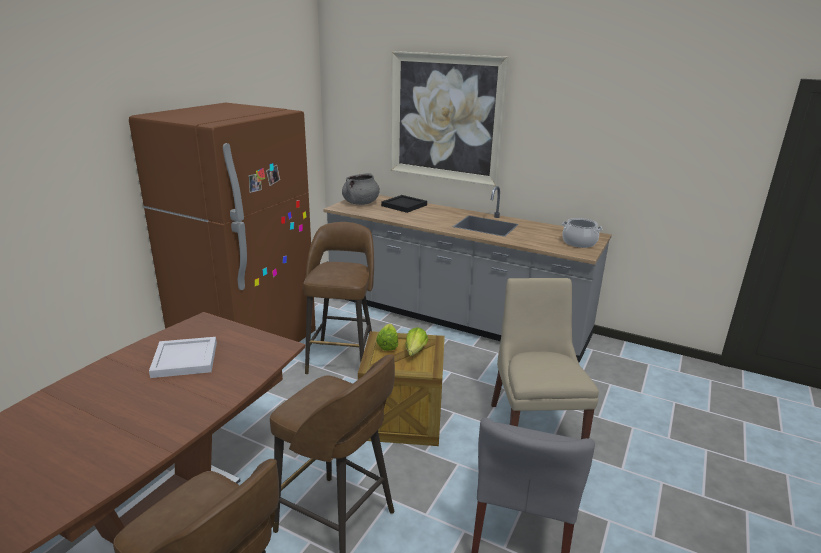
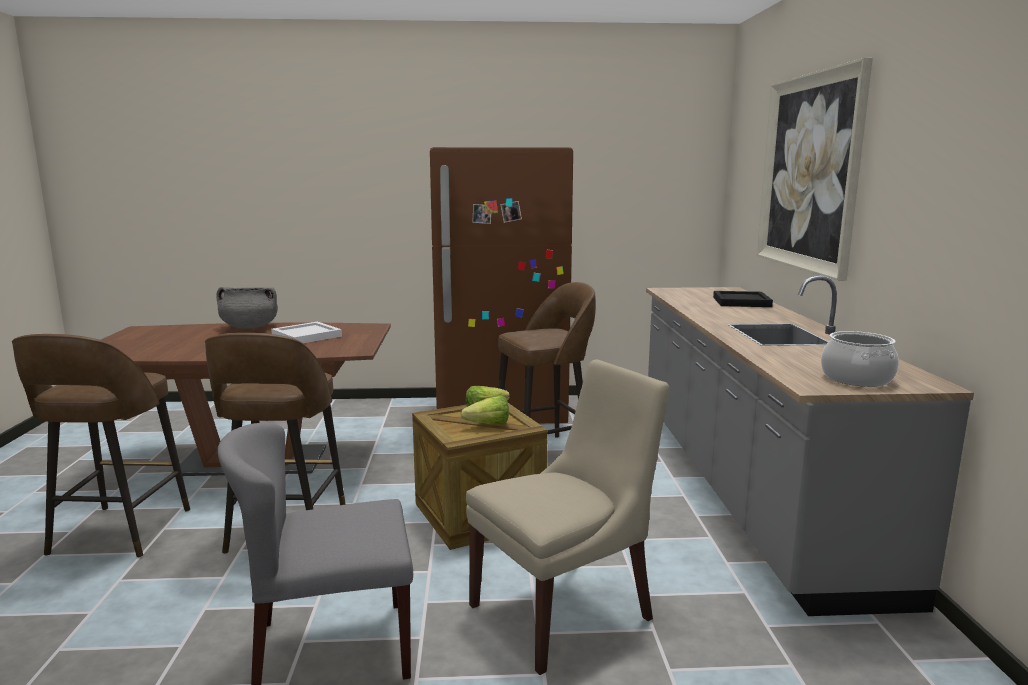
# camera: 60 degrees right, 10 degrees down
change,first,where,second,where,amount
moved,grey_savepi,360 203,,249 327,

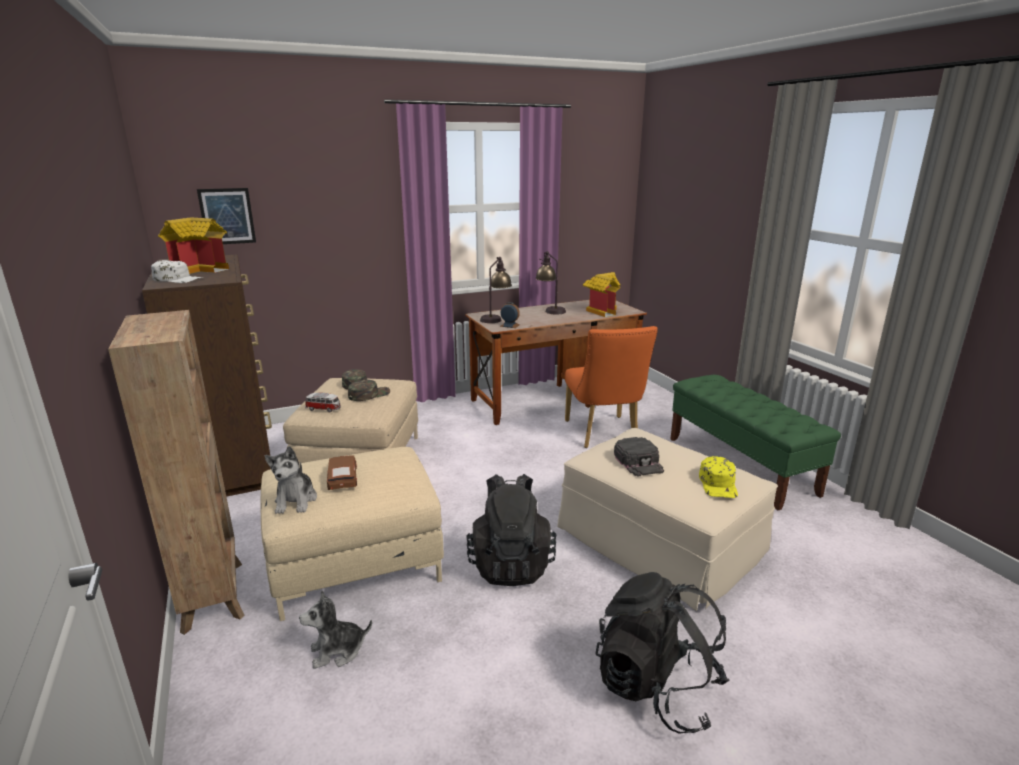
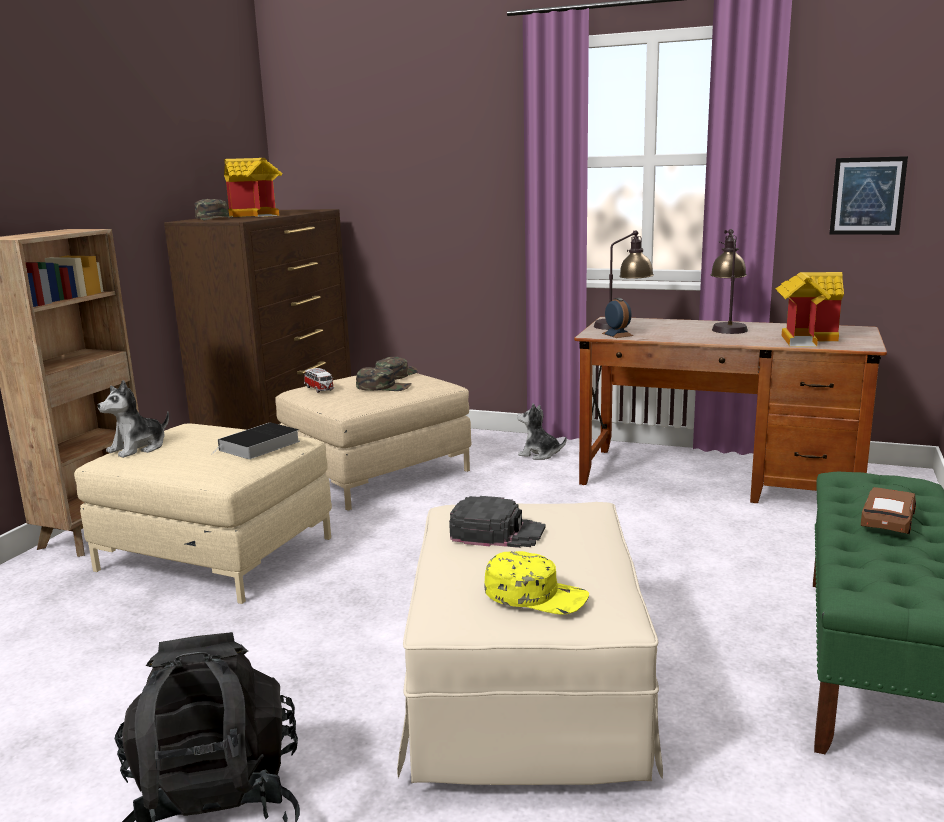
# camera: 45 degrees right, 5 degrees down
change,first,where,second,where,amount
recoloured,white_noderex,178 279,green_noderex,215 218,
moved,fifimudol,227 216,,867 196,
moved,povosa,337 651,,539 454,
moved,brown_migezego,342 478,,887 520,
removed,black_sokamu,510 564,,,
removed,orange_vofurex,603 435,,,
turned,black_noderex,639 462,,497 532,105 degrees counterclockwise
turned,yellow_noderex,718 484,,536 594,120 degrees counterclockwise
added,,,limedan,258 446,

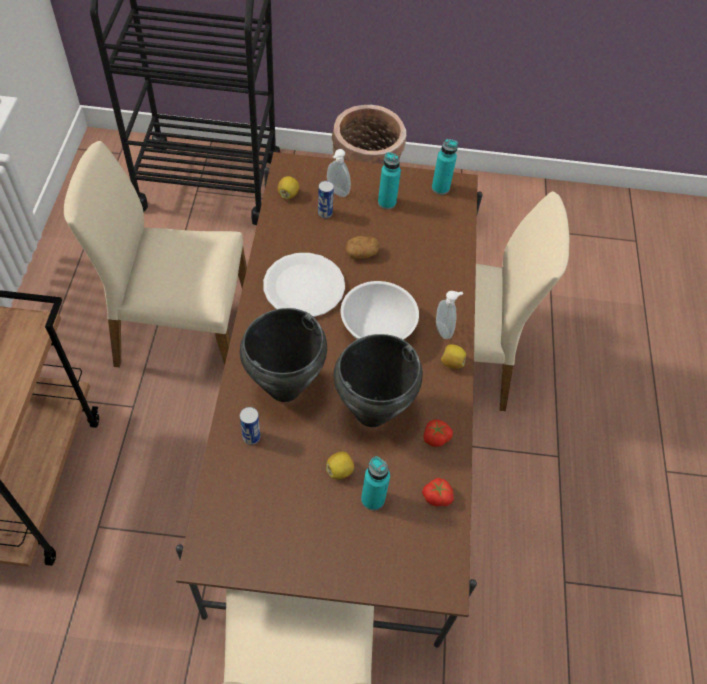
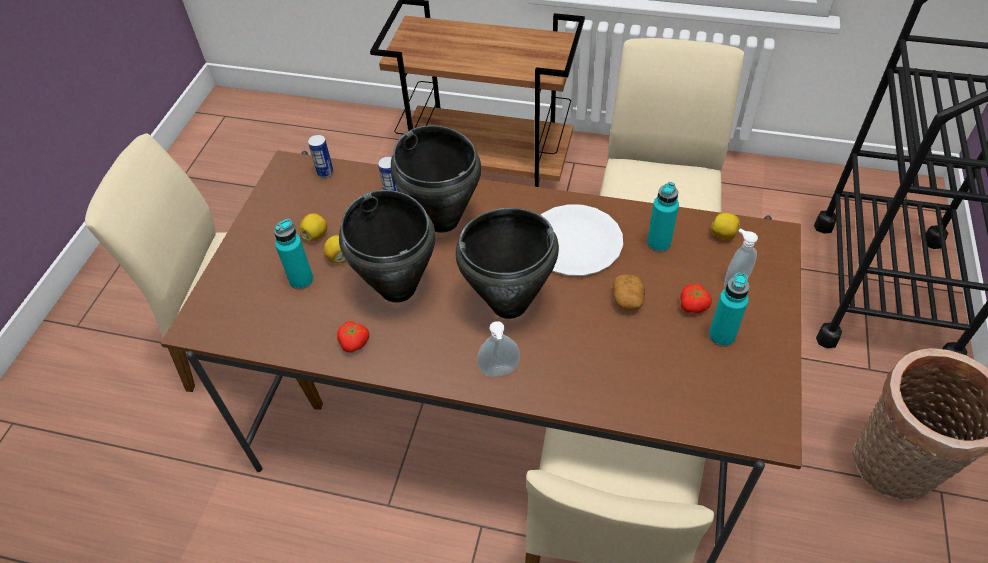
# camera: 105 degrees right, 5 degrees down
change,first,where,second,where,amount
moved,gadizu,325 213,,325 173,
replaced,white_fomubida,377 328,black_savepi,510 304,
moved,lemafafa,437 495,,694 305,
moved,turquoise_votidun,440 188,,658 243,
moved,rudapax,451 362,,316 235,

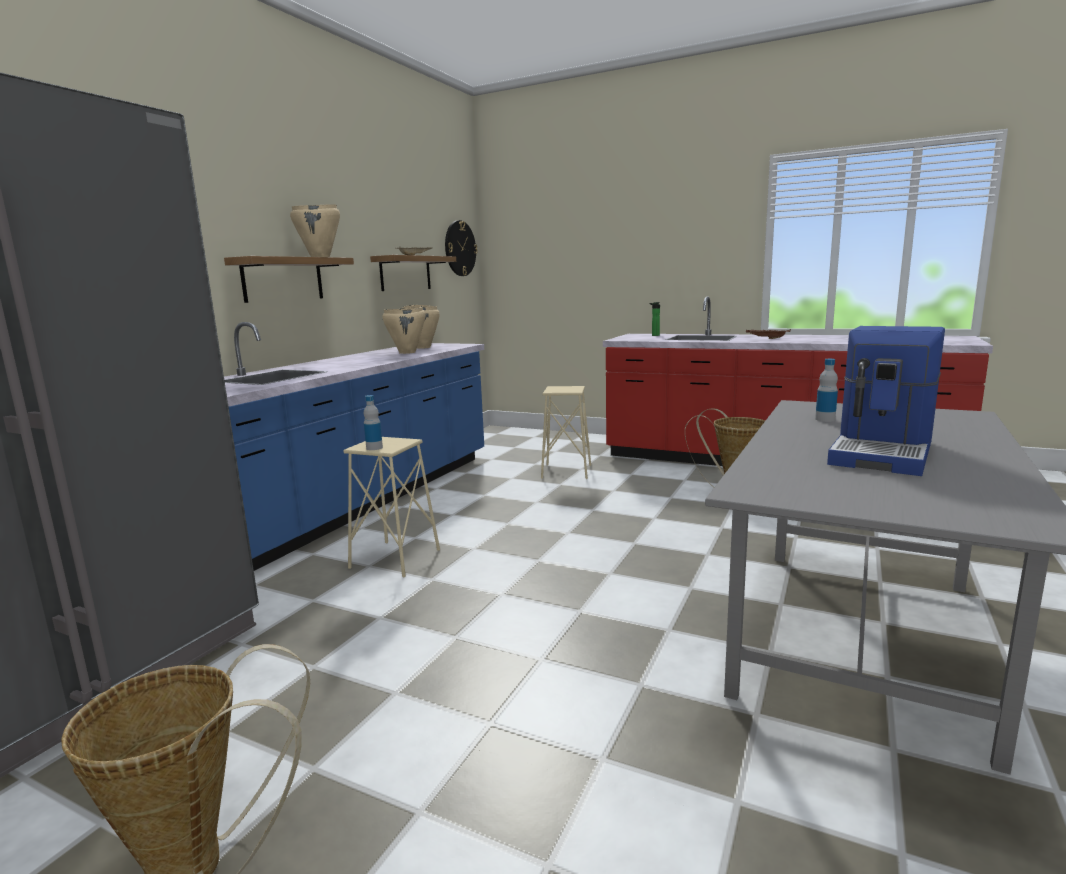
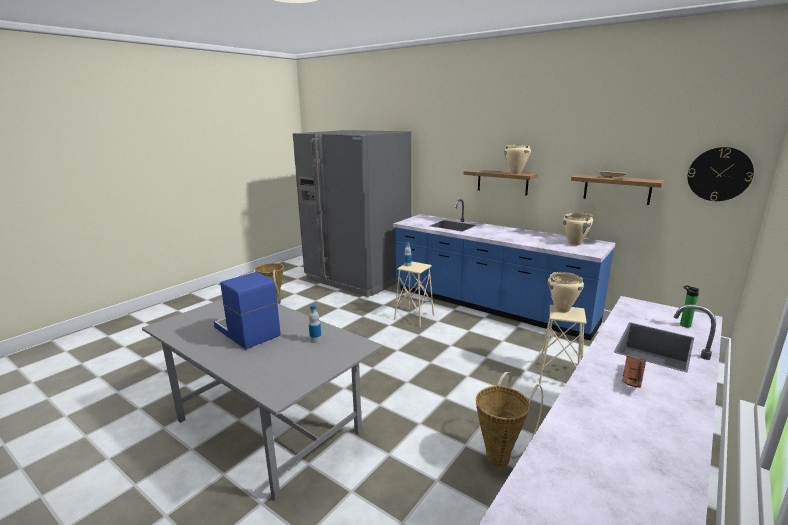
# camera: 100 degrees right, 5 degrees up
change,first,where,second,where,amount
moved,beige_savepi,407 352,,562 310,

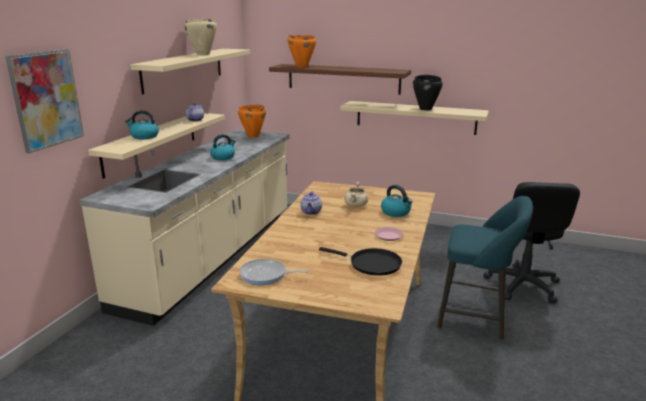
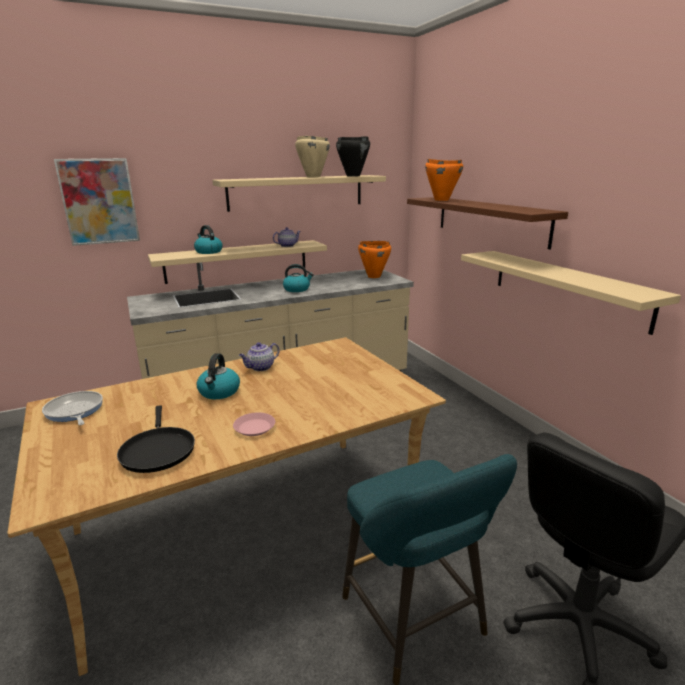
# camera: 45 degrees right, 0 degrees up
change,first,where,second,where,amount
removed,beige_savepi,356 205,,,
moved,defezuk,396 212,,219 392,
moved,black_savepi,425 109,,353 176,

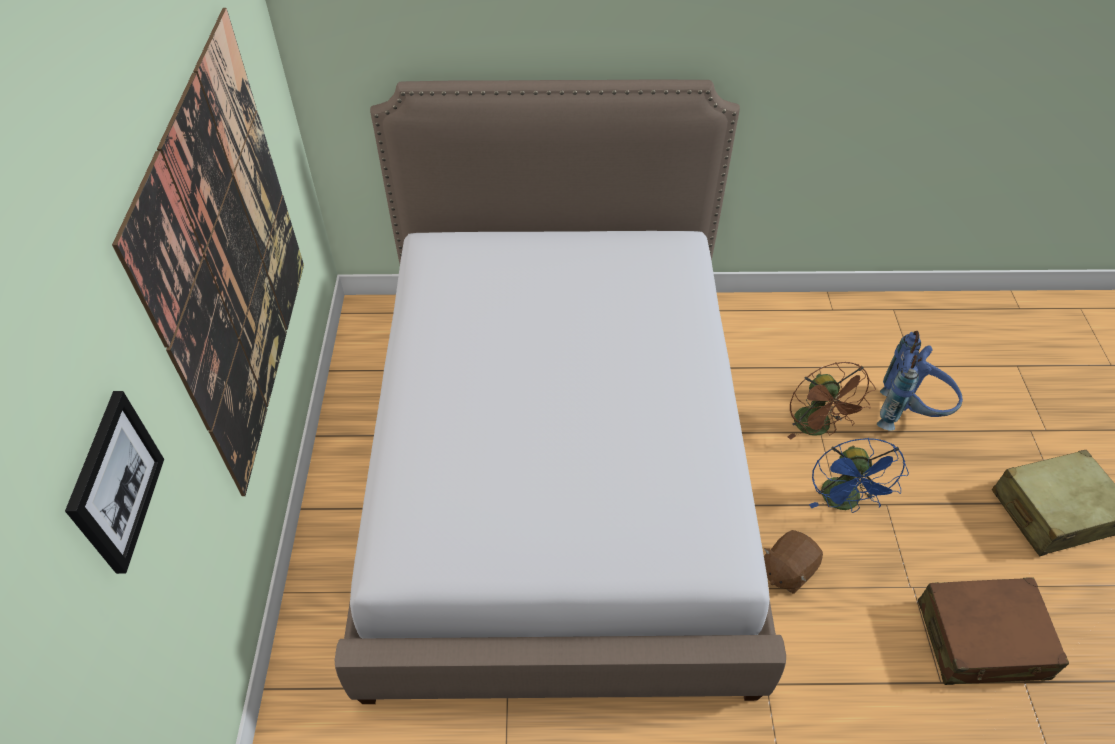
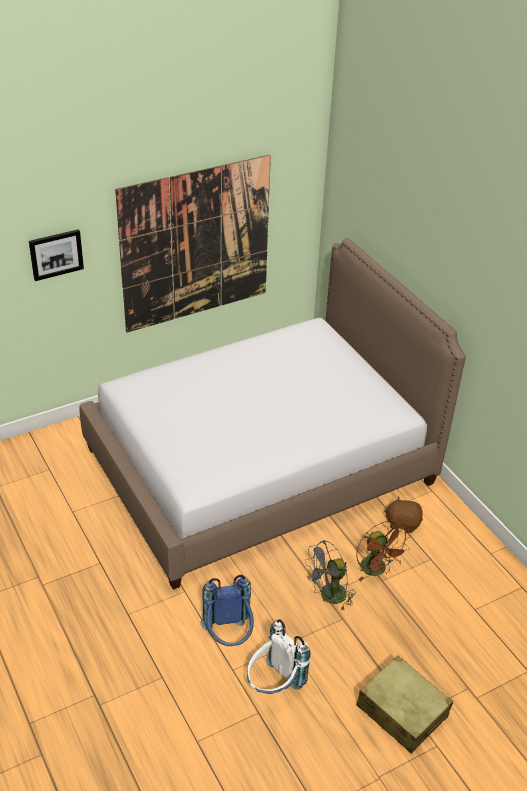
# camera: 60 degrees right, 10 degrees down
change,first,where,second,where,amount
moved,brown_povosa,787 570,,403 523,
turned,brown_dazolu,817 428,,377 570,75 degrees counterclockwise
recoloured,blue_dazolu,844 502,grey_dazolu,328 597,
moved,blue_sokamu,909 413,,229 637,
replaced,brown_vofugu,981 640,white_sokamu,274 685,

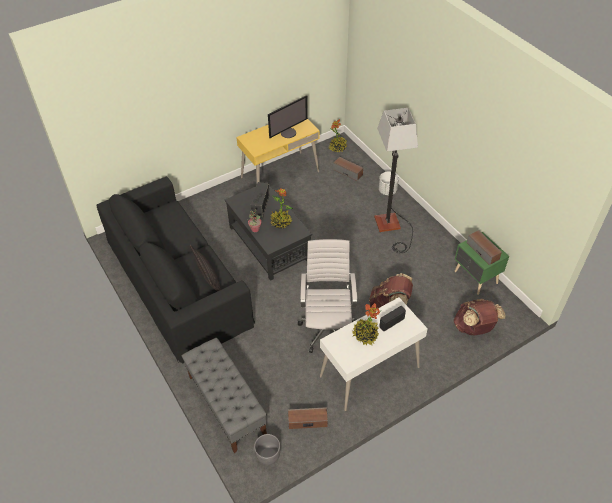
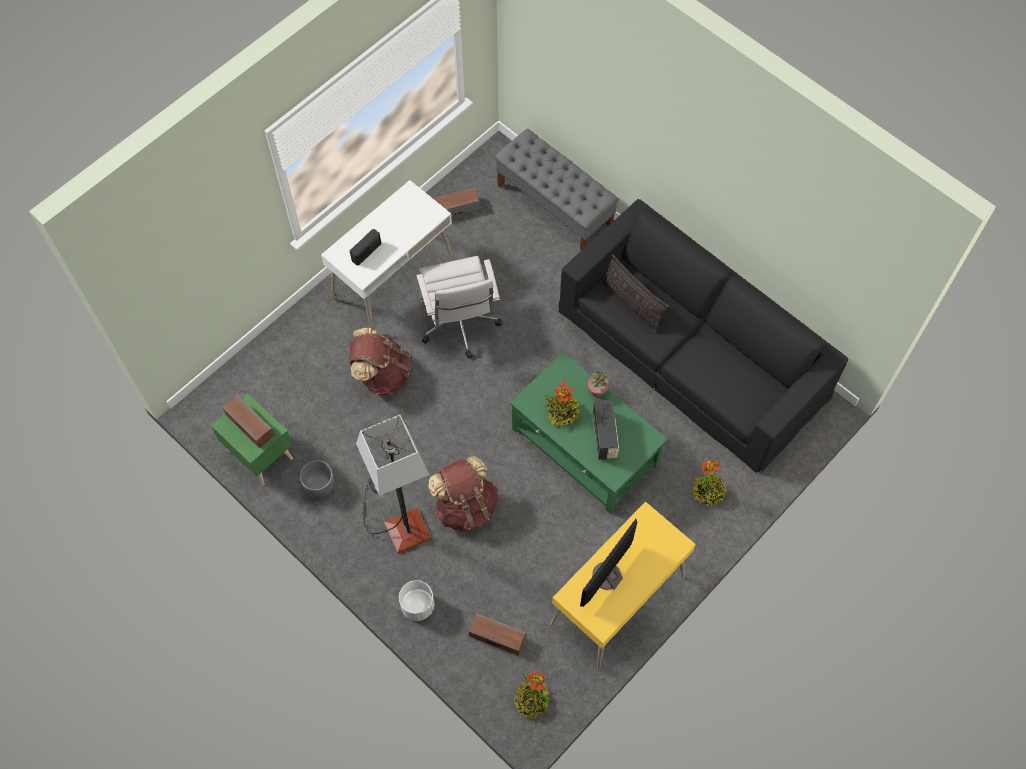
# camera: 165 degrees right, 15 degrees up
change,first,where,second,where,amount
recoloured,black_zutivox,269 243,green_zutivox,585 447,
moved,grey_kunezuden,268 456,,319 485,
moved,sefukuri,365 335,,708 492,
moved,brown_sokamu,474 328,,466 507,

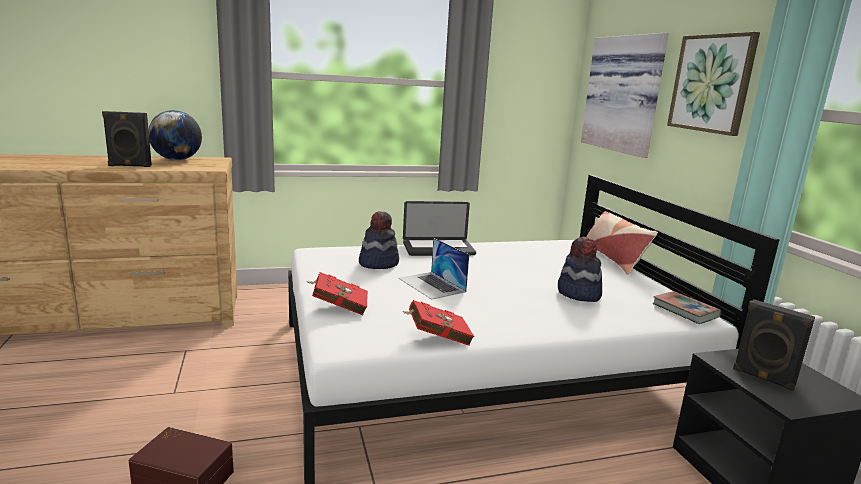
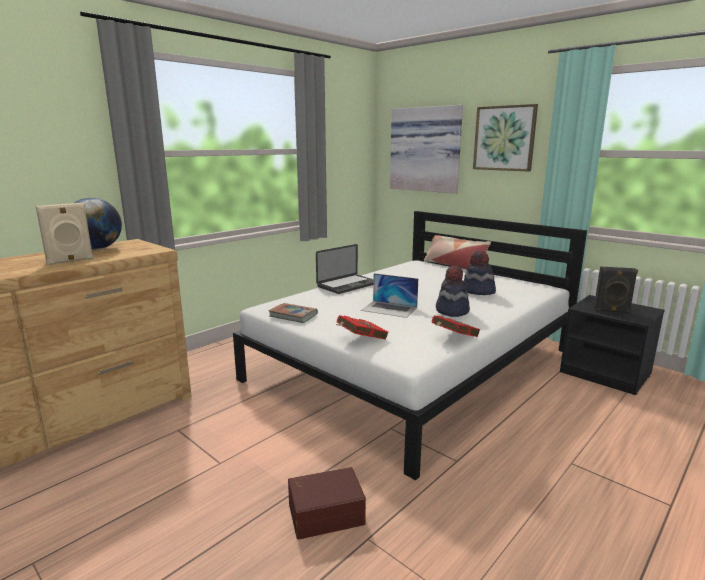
# camera: 30 degrees left, 0 degrees up
change,first,where,second,where,amount
recoloured,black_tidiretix,129 166,beige_tidiretix,70 261,
moved,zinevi,378 263,,451 311,
moved,limedan,685 311,,293 315,

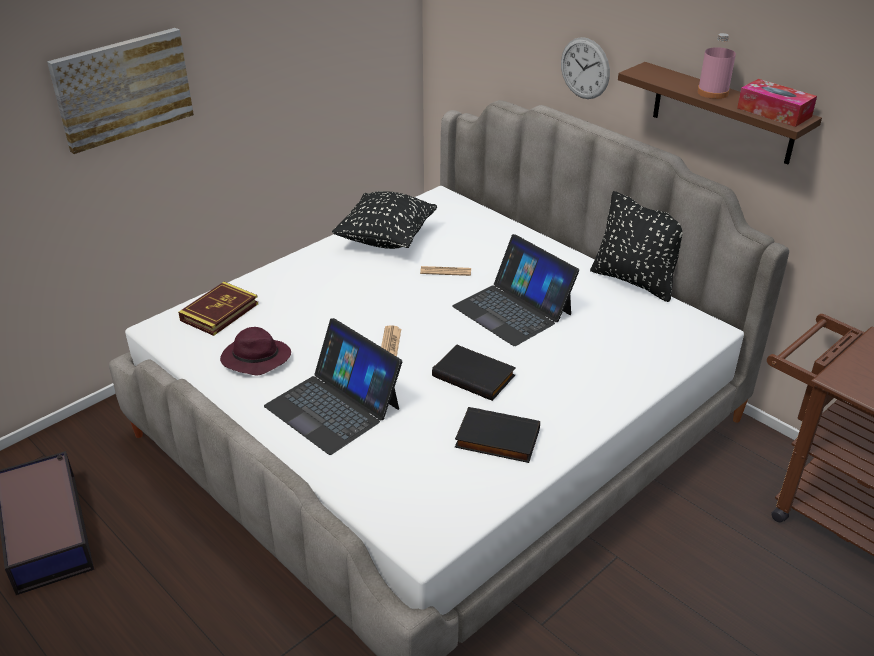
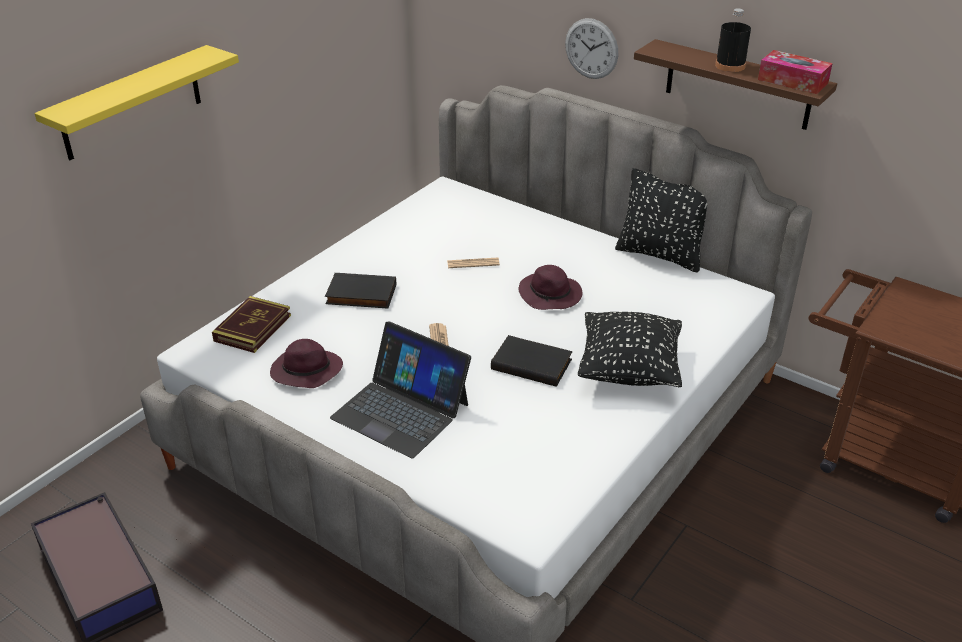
# camera: 10 degrees left, 0 degrees up
change,first,where,second,where,amount
replaced,fifimudol,123 88,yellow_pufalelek,131 103,
moved,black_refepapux,386 239,,628 370,
replaced,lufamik,513 310,purple_zinevi,551 295,
moved,black_limedan,496 440,,360 295,
recoloured,pink_votidun,712 92,black_votidun,730 66,

